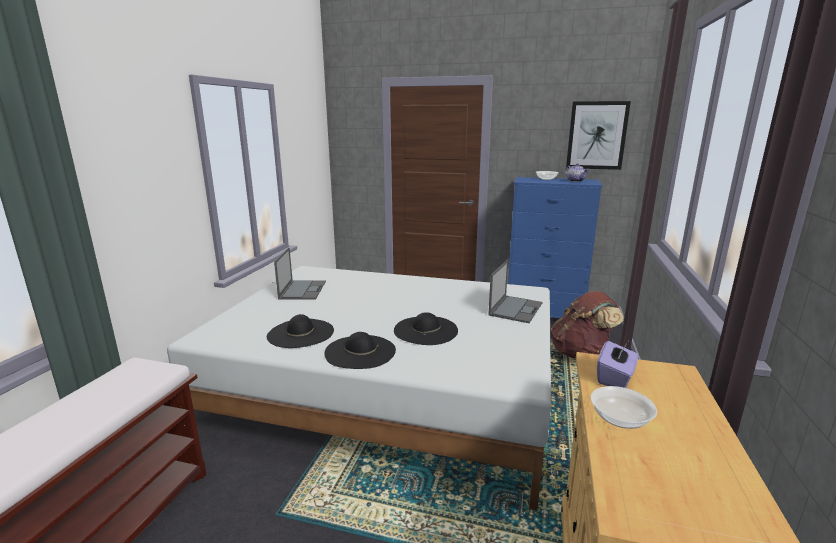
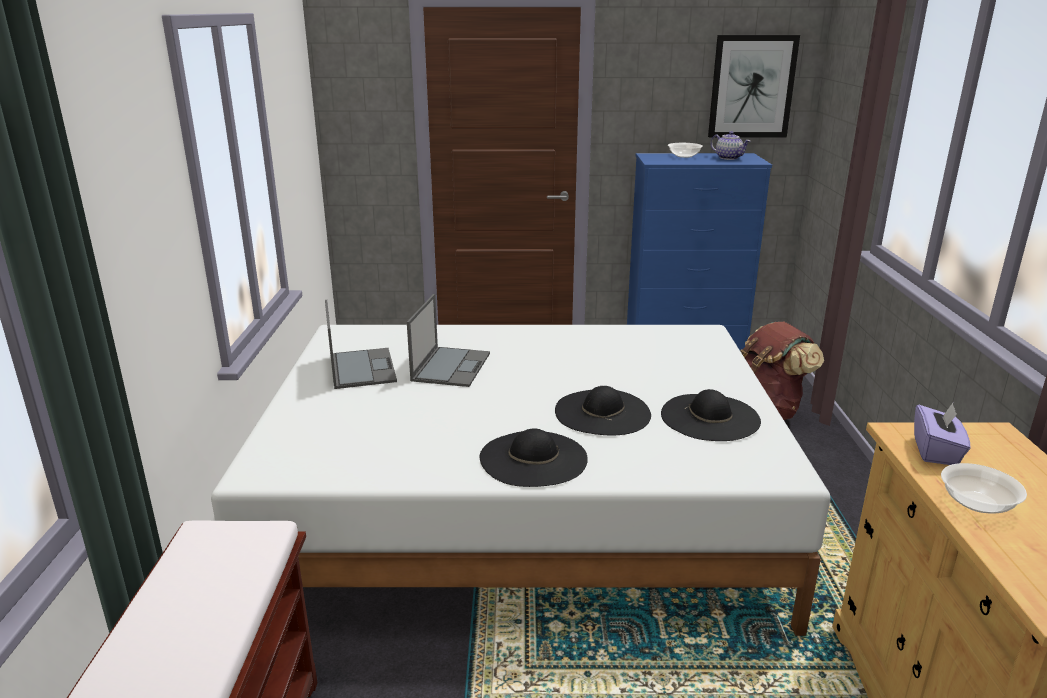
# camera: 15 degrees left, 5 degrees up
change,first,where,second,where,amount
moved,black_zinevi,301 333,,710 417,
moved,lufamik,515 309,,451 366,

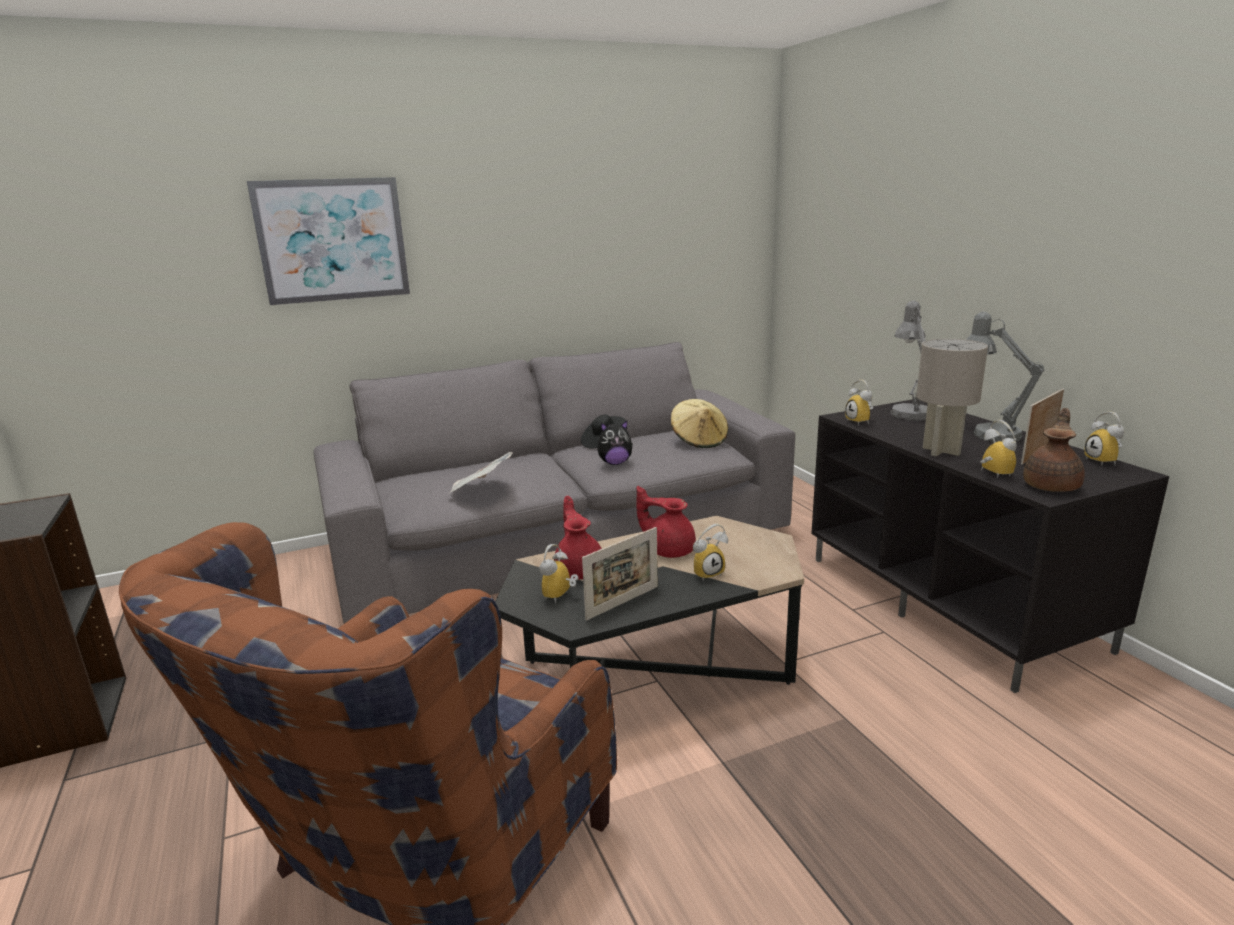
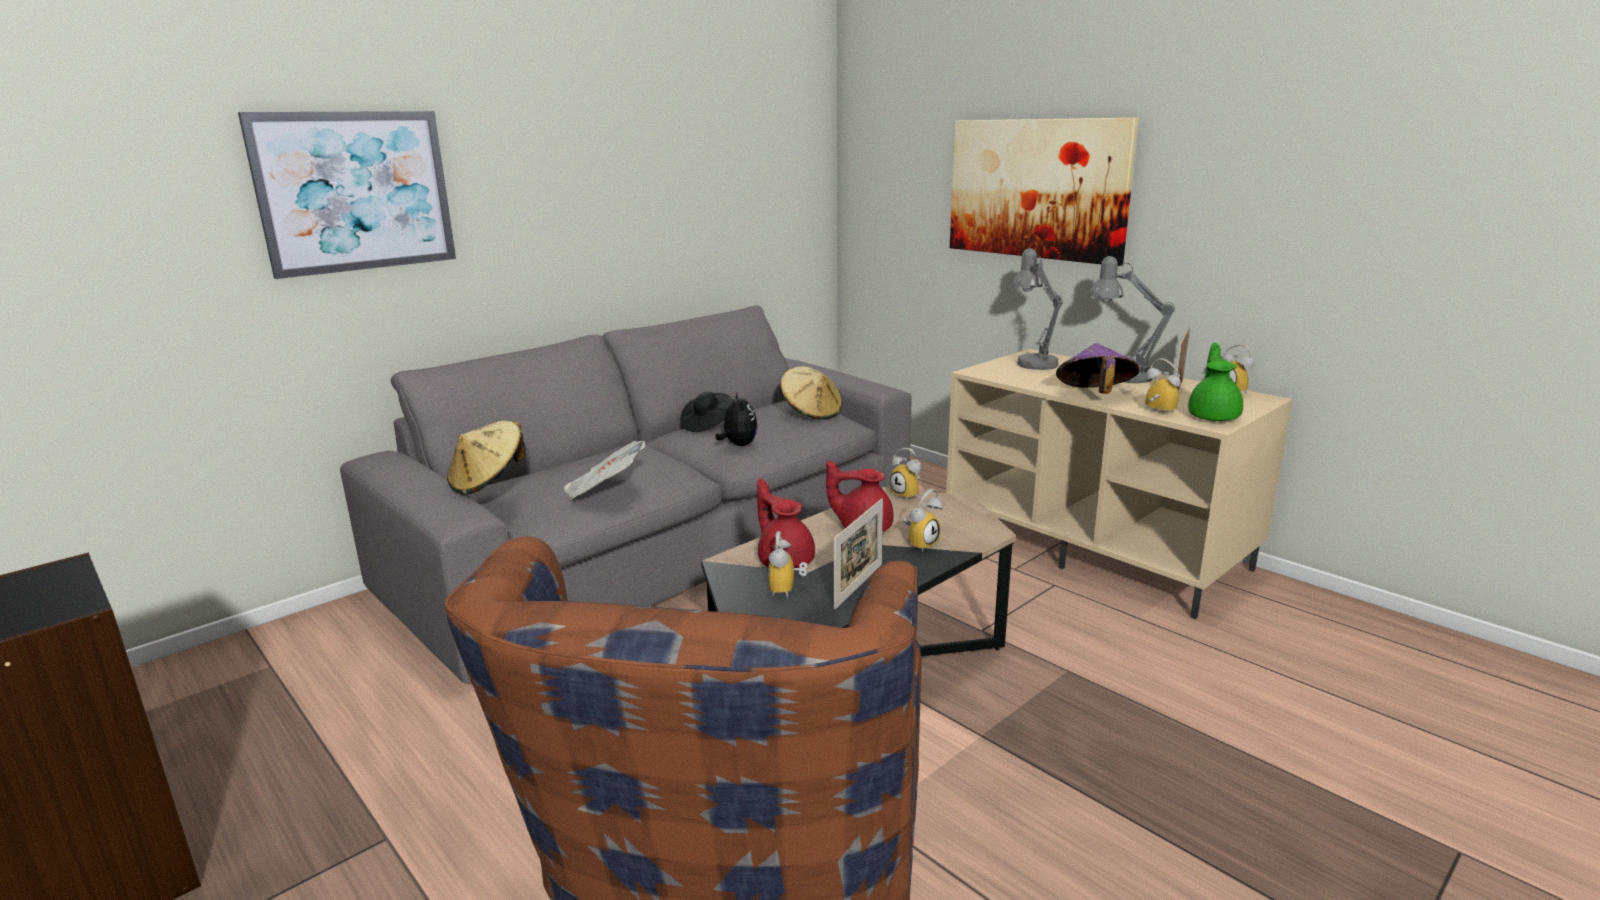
# camera: 20 degrees left, 0 degrees up
change,first,where,second,where,amount
turned,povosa,615 463,,738 445,75 degrees counterclockwise
recoloured,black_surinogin,952 602,beige_surinogin,1097 547,
moved,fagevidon,861 422,,908 495,
replaced,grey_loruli,940 451,purple_zinevi,1094 395,
recoloured,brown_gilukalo,1052 486,green_gilukalo,1213 416,
added,,,beige_zinevi,488 482,
added,,,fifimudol,1037 189,

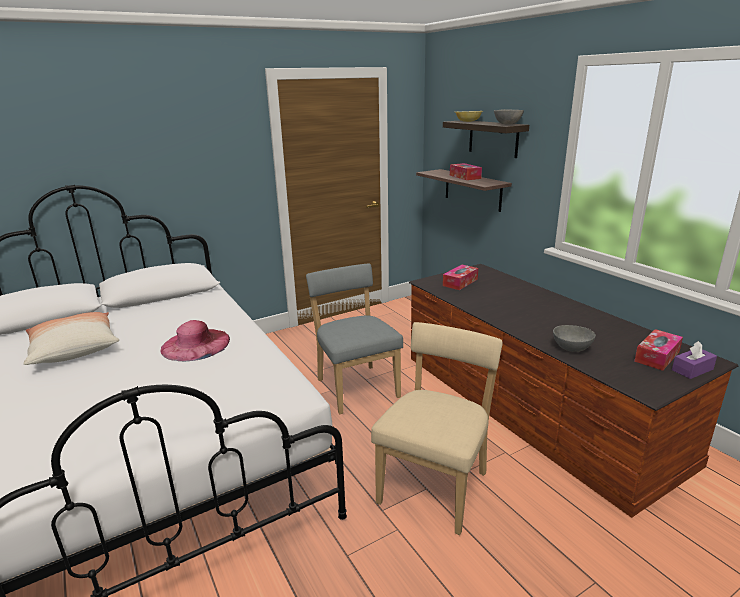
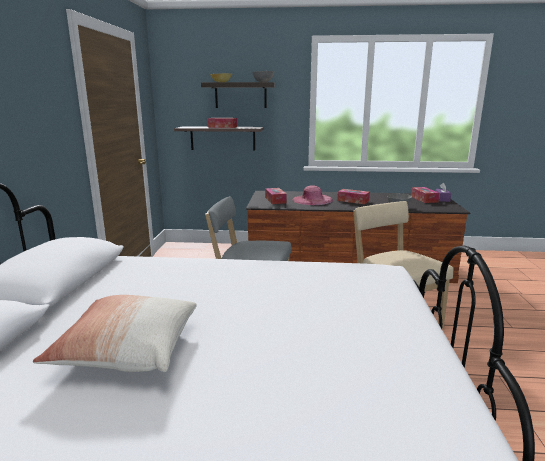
# camera: 55 degrees left, 5 degrees down
change,first,where,second,where,amount
moved,pink_zinevi,195 344,,312 200,
added,,,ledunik,353 201,

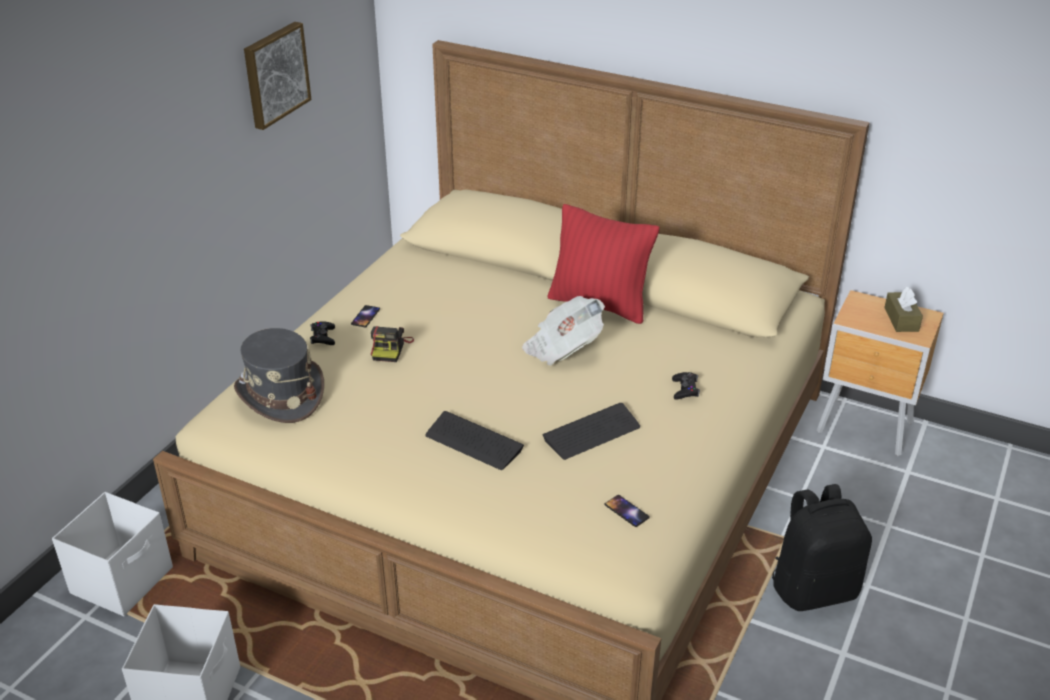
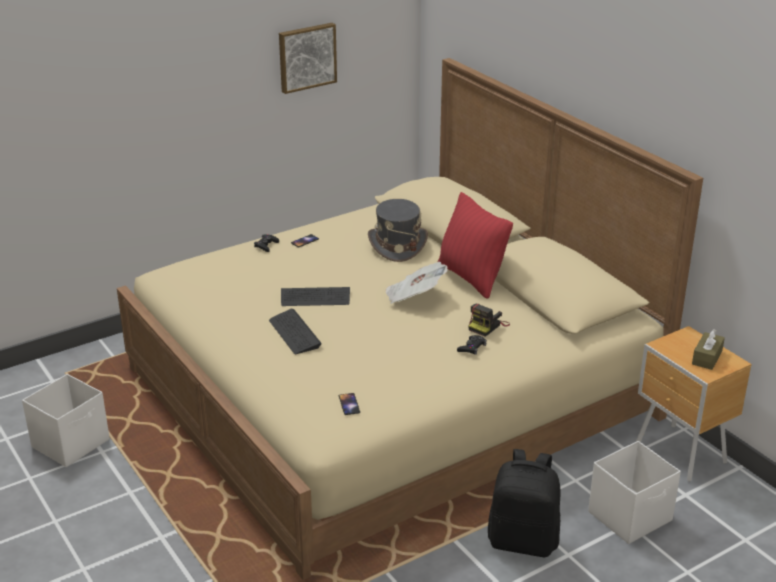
# camera: 30 degrees right, 5 degrees down
change,first,where,second,where,amount
moved,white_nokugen,123 580,,631 516,
moved,grey_zinevi,280 395,,397 245,
moved,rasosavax,390 348,,488 326,
moved,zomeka,592 433,,315 298,

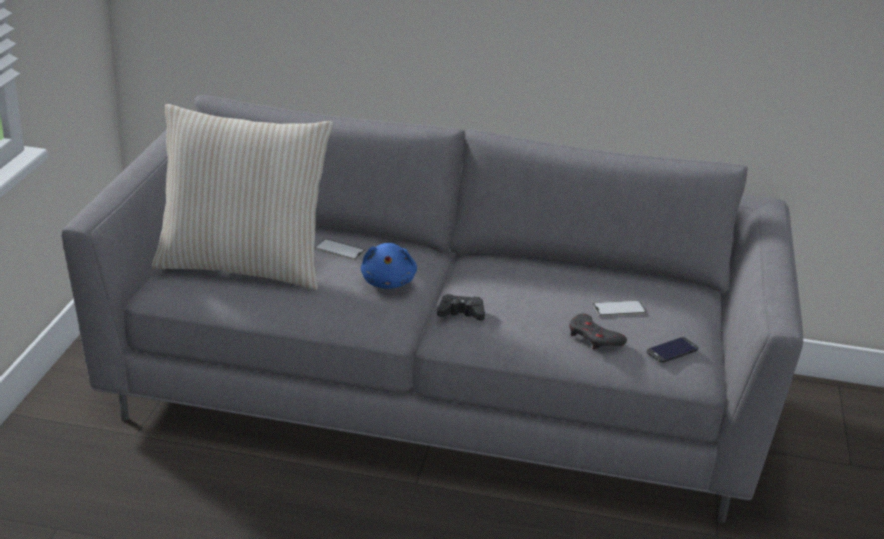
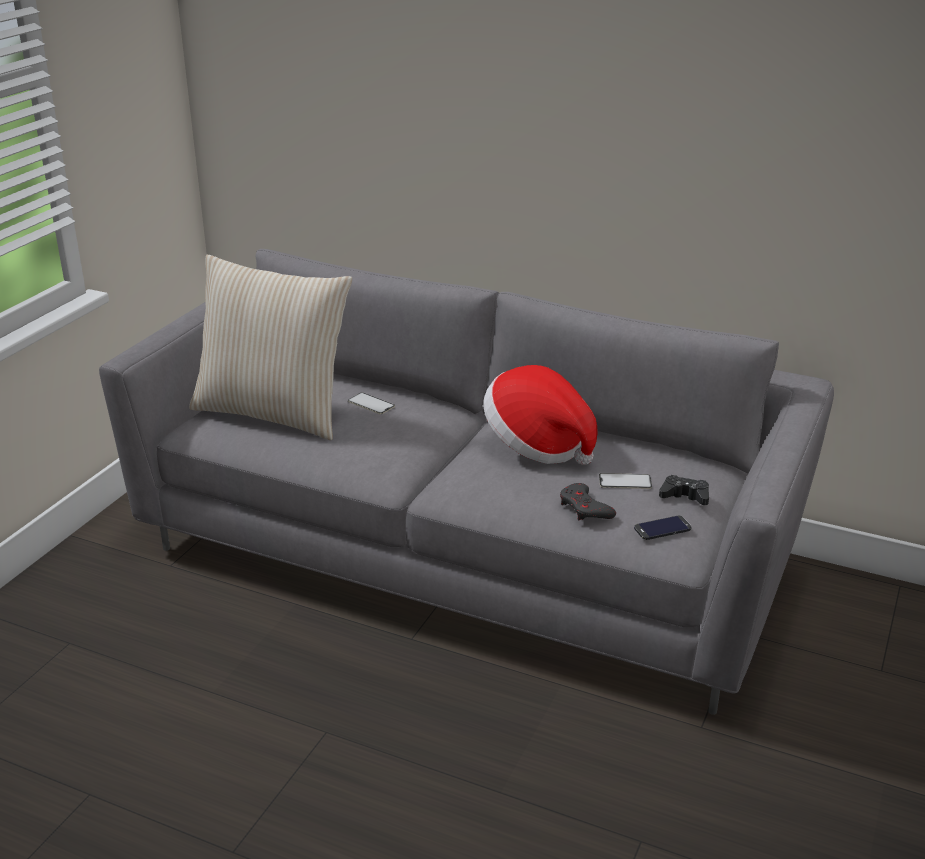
# camera: 15 degrees right, 0 degrees up
change,first,where,second,where,amount
removed,blue_povosa,388 282,,,
moved,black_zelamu,461 313,,685 496,
added,,,zinevi,537 445,

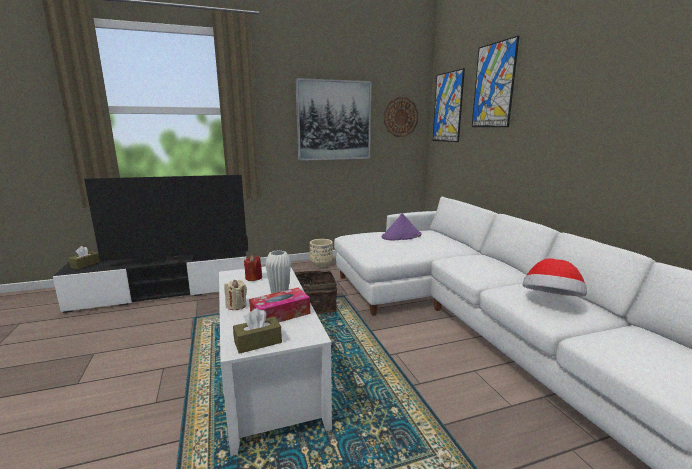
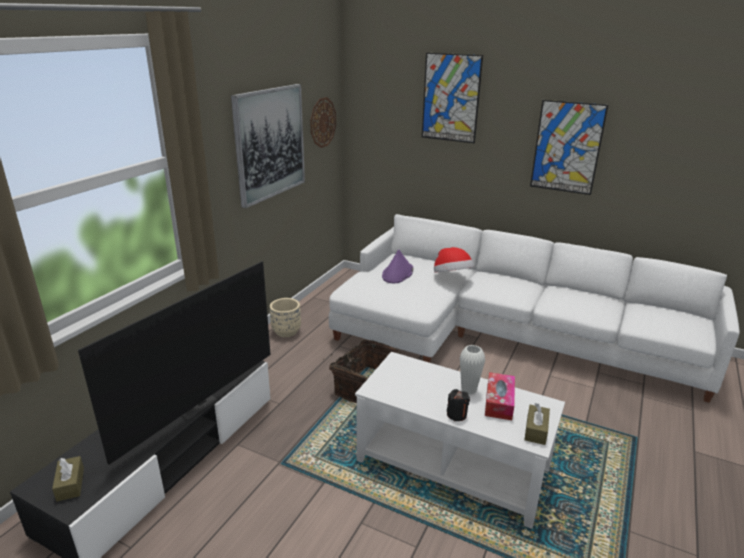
# camera: 45 degrees left, 10 degrees up
change,first,where,second,where,amount
recoloured,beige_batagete,236 306,black_batagete,456 415,
removed,red_batagete,253 278,,,
moved,fifimudol,448 107,,567 147,
moved,zinevi,551 301,,452 277,

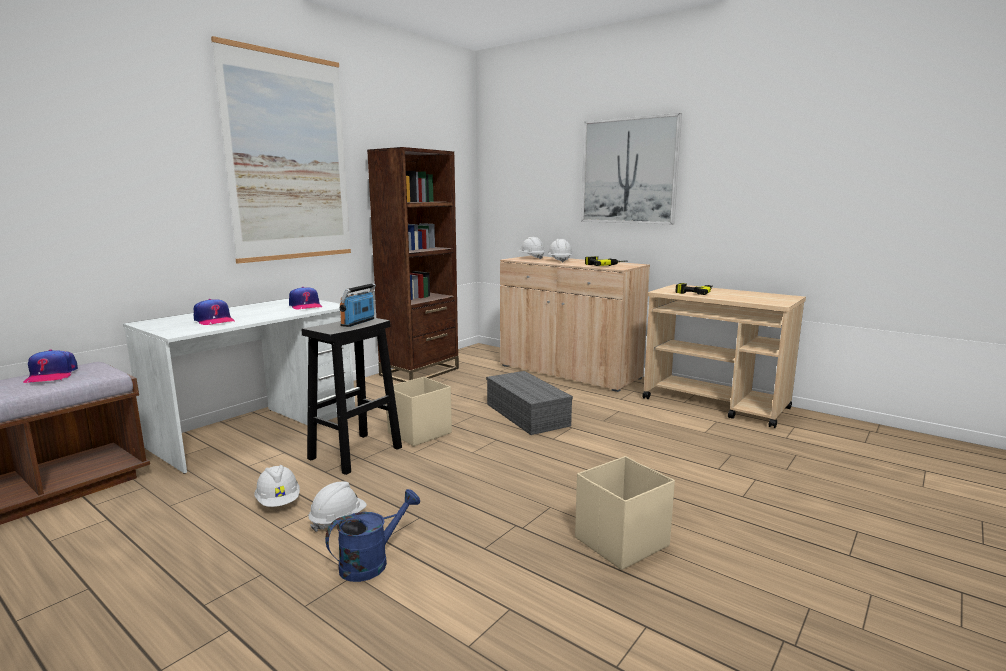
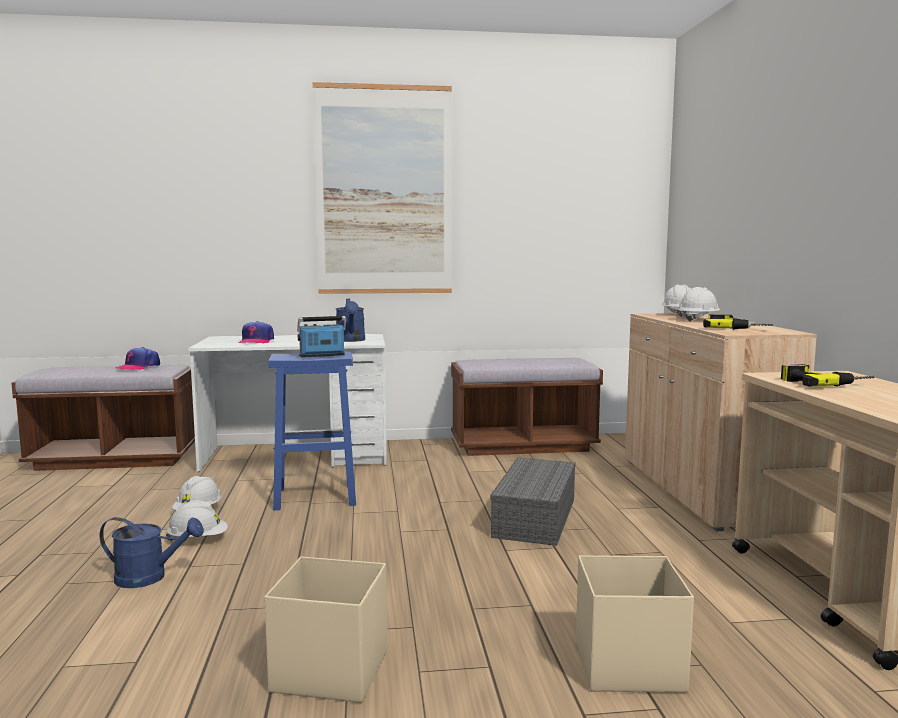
# camera: 45 degrees right, 5 degrees down
change,first,where,second,where,amount
replaced,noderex,305 306,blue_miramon,351 340,
recoloured,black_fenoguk,354 454,blue_fenoguk,314 497,
replaced,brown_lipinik,420 372,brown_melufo,523 445,
moved,beige_nokugen,418 433,,626 665,
removed,fifimudol,629 171,,,

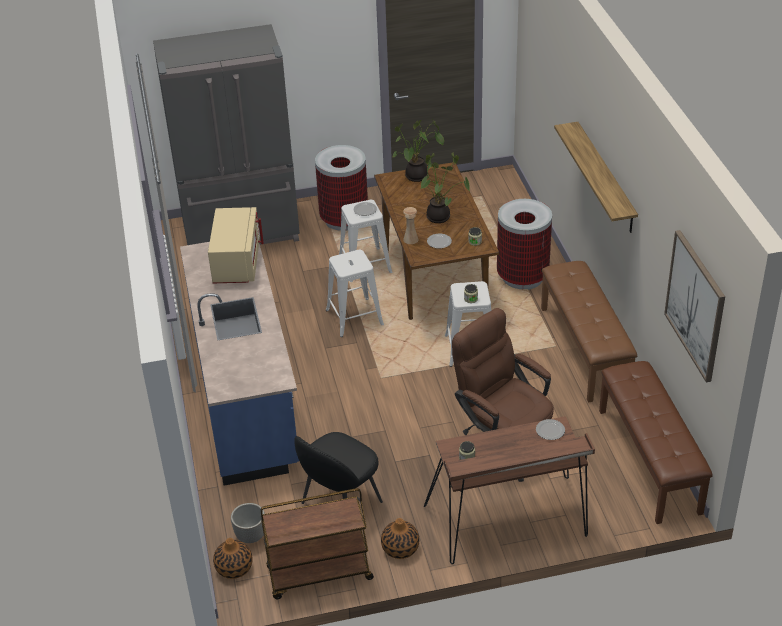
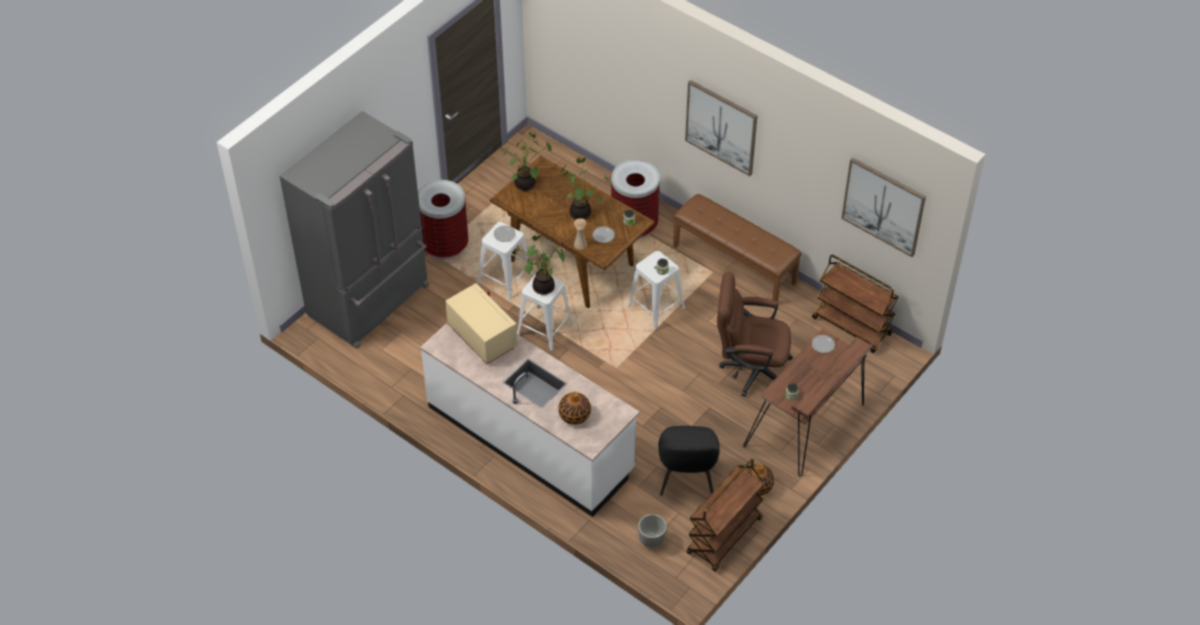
# camera: 40 degrees left, 10 degrees up
change,first,where,second,where,amount
recoloured,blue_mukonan,246 394,white_mukonan,531 438,
moved,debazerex,234 568,,574 415,
replaced,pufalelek,605 178,fifimudol,721 127,
replaced,brown_melufo,650 460,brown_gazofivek,852 326,
added,,,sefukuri,542 286,

